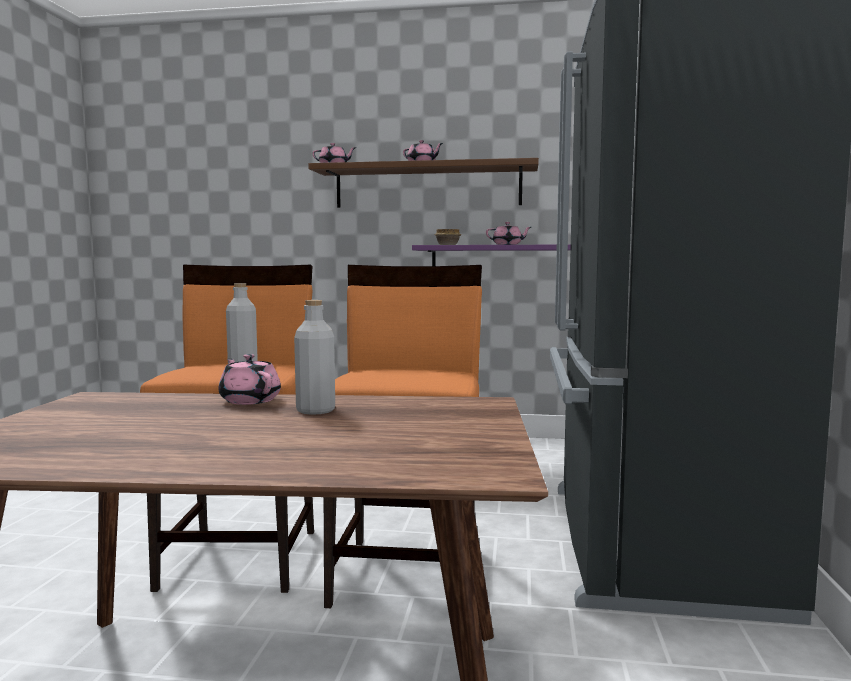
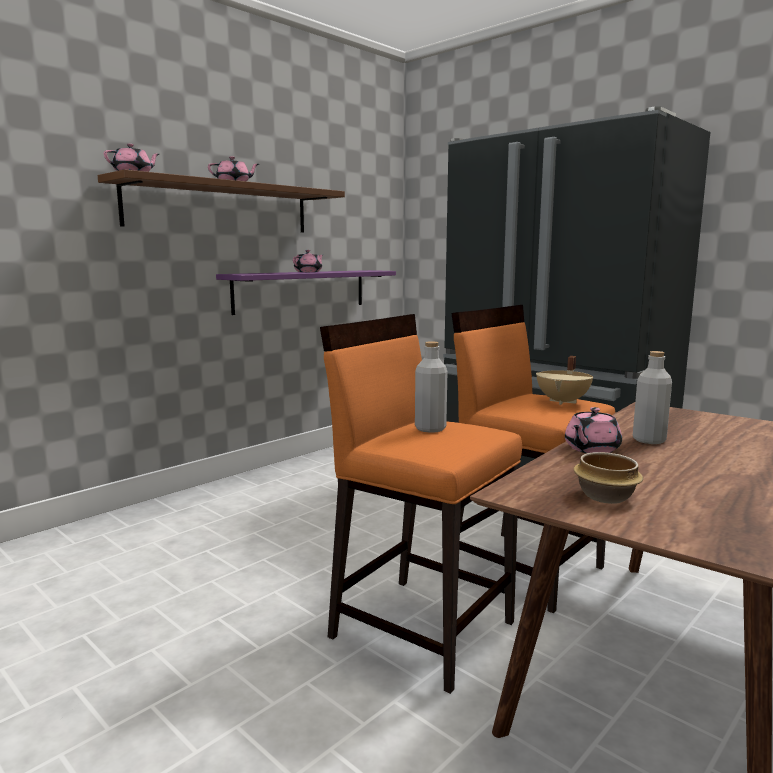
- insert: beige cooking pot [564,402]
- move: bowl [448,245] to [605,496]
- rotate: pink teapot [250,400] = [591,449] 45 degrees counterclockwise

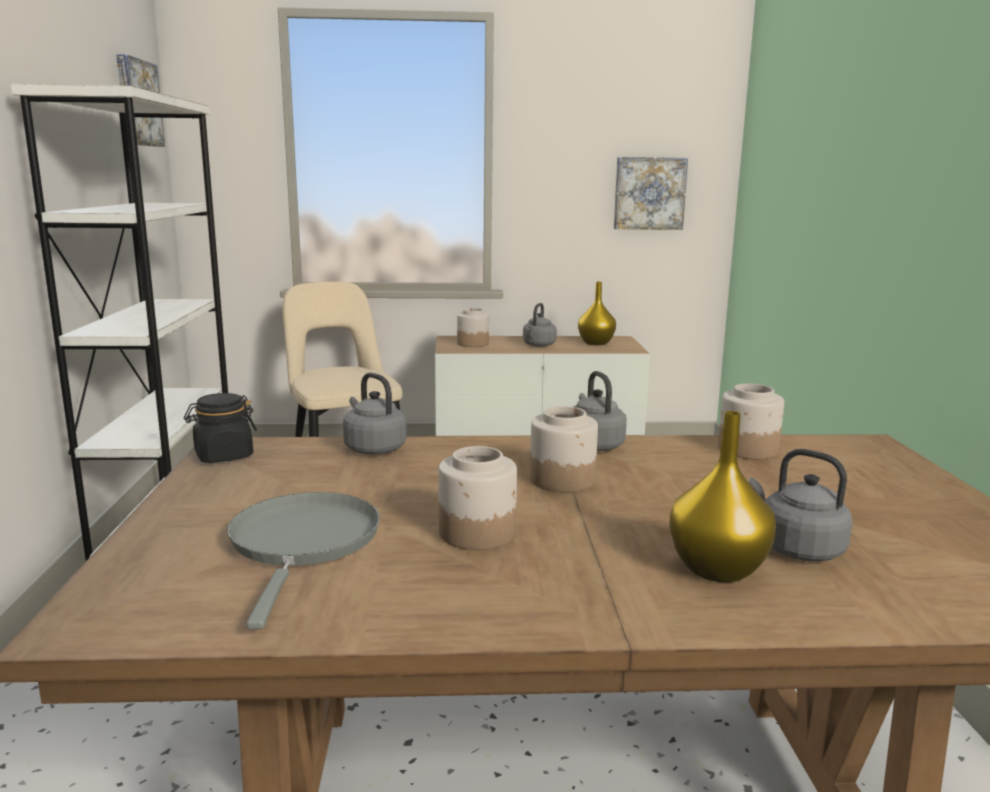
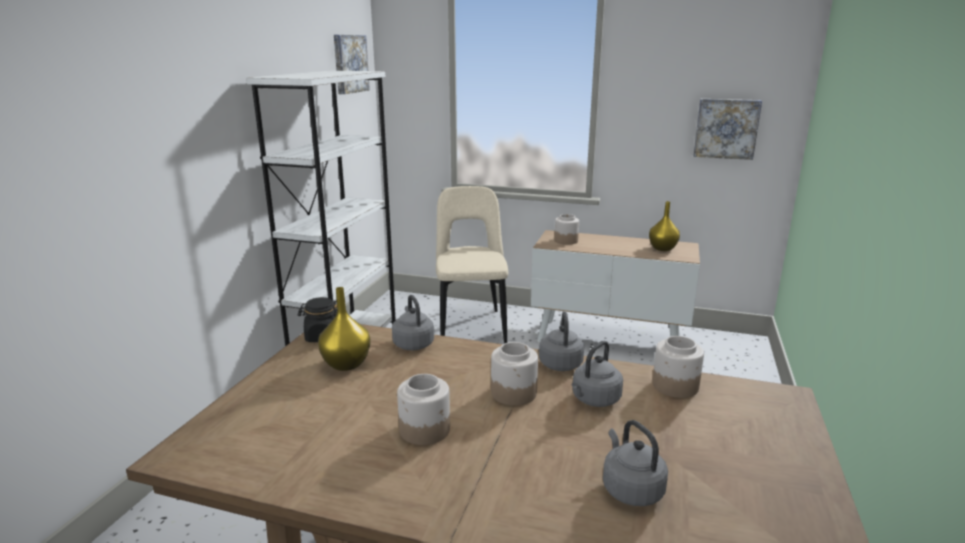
- delete: grey frying pan [303,543]
- move: grey kettle [538,345] to [594,400]
- move: yellow vase [716,570] to [345,364]

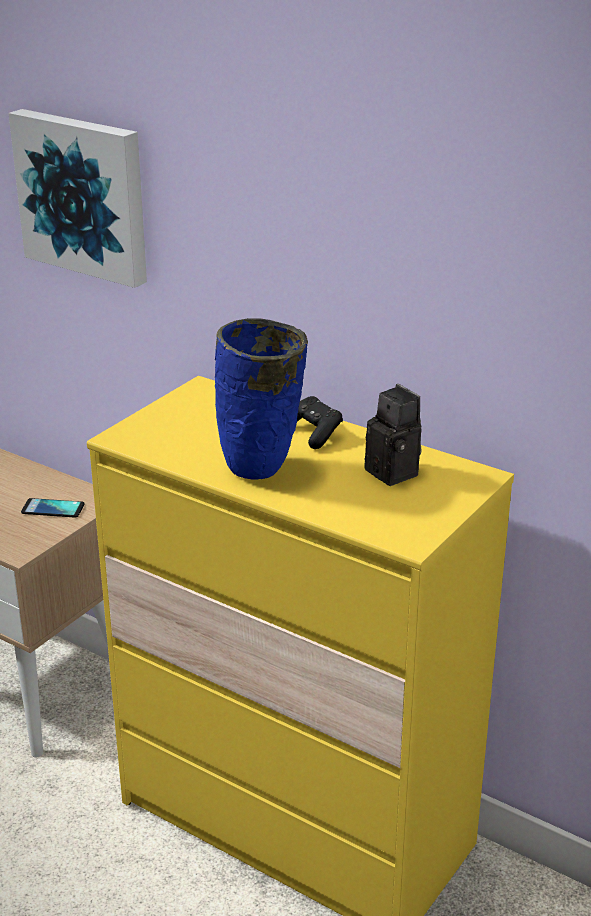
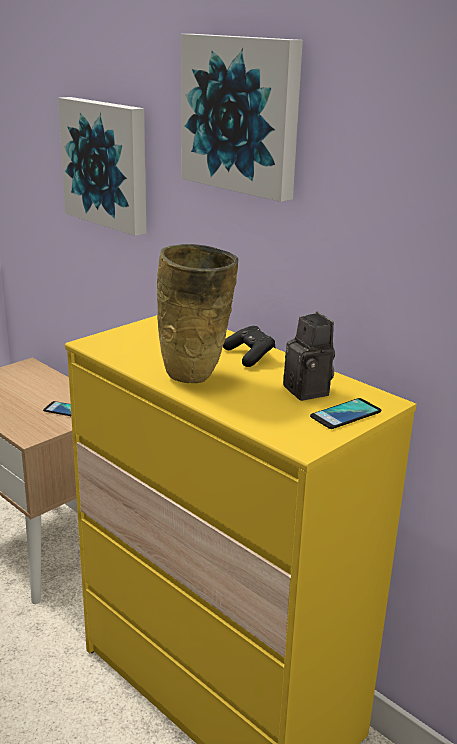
- insert: picture [242,114]
- insert: phone [345,414]
- recolor: blue vase [261,470] to beige vase [195,377]

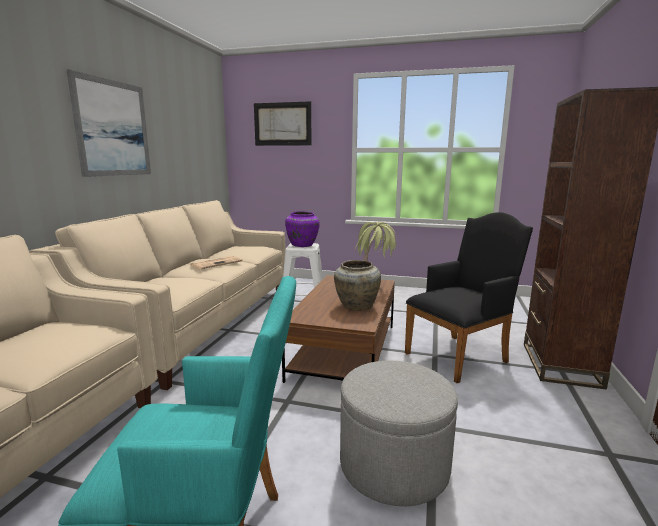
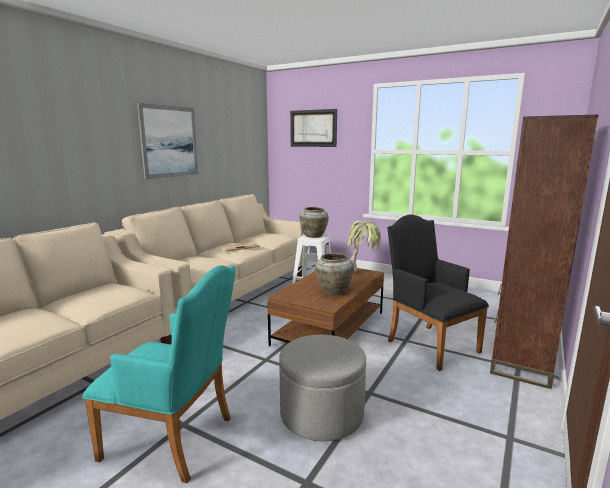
- recolor: purple vase [302,245] to beige vase [313,236]
- rotate: black armchair [460,356] = [428,344] 105 degrees counterclockwise

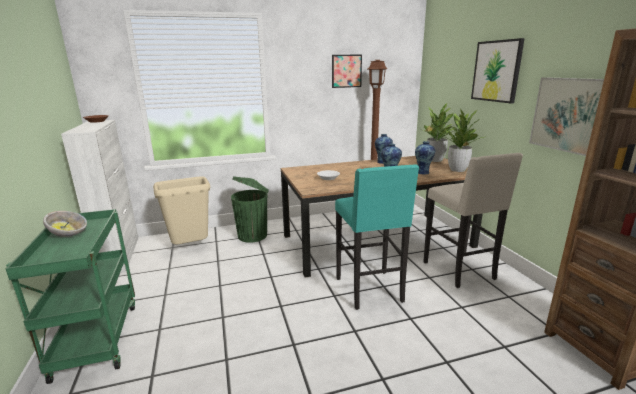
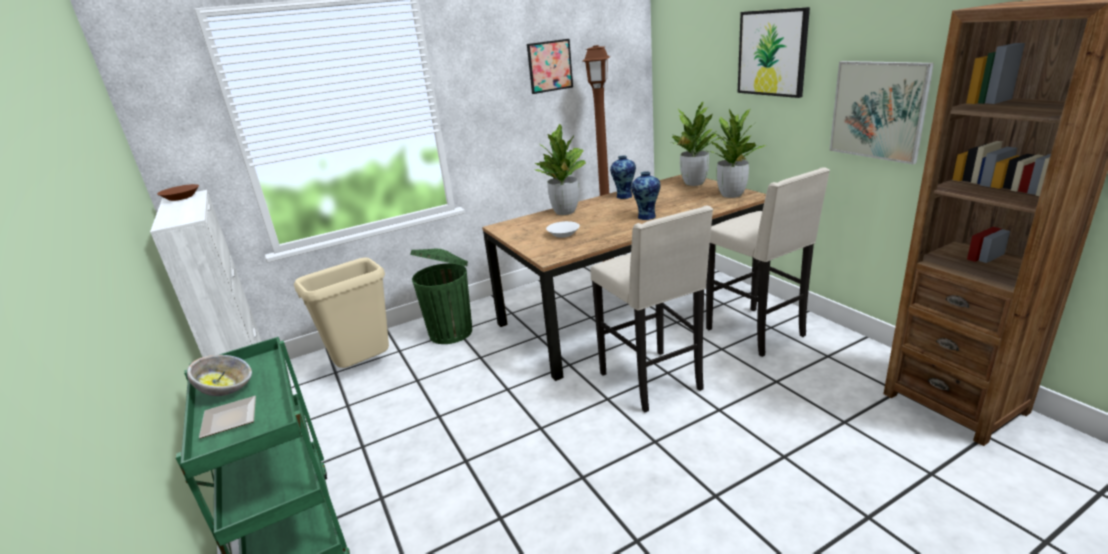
- delete: vase [423,172]
- insert: plate [232,420]
- insert: potted plant [565,212]
- recolor: turquoise stool [370,290] to beige stool [653,382]

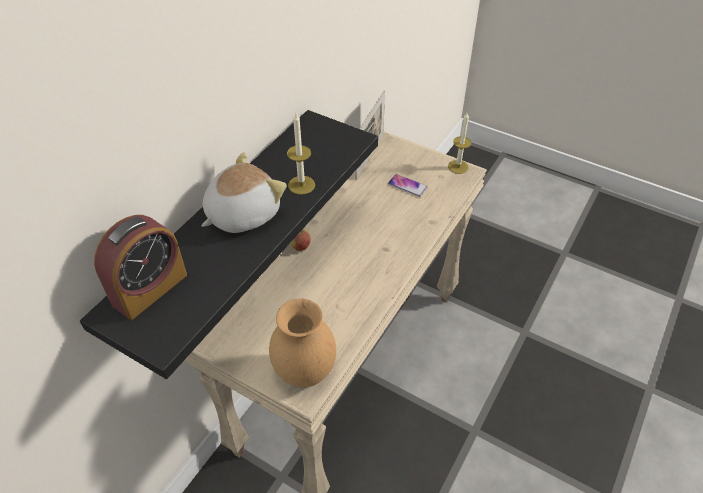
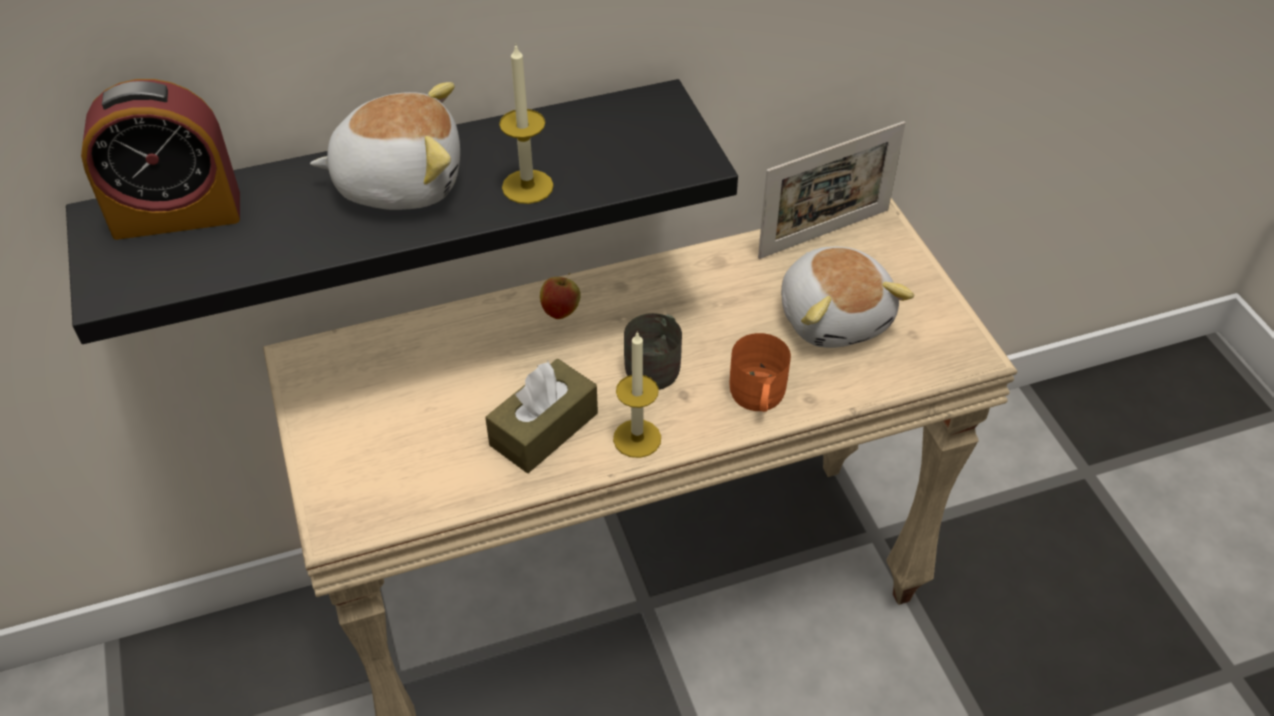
- delete: brown vase [304,372]
- insert: brown tissue box [544,429]
- insert: grey mug [657,365]
- insert: orange mug [757,397]
- move: candle [458,167] to [637,438]
- replace: phone [407,186] to plush toy [835,316]

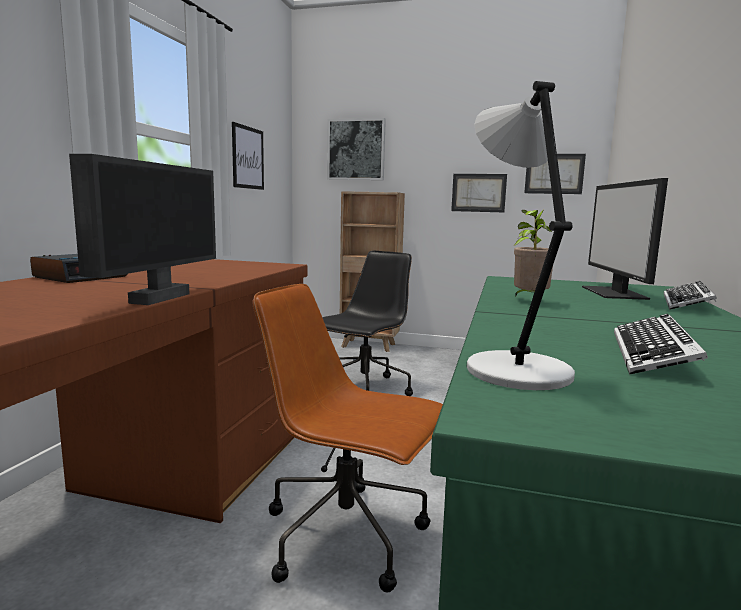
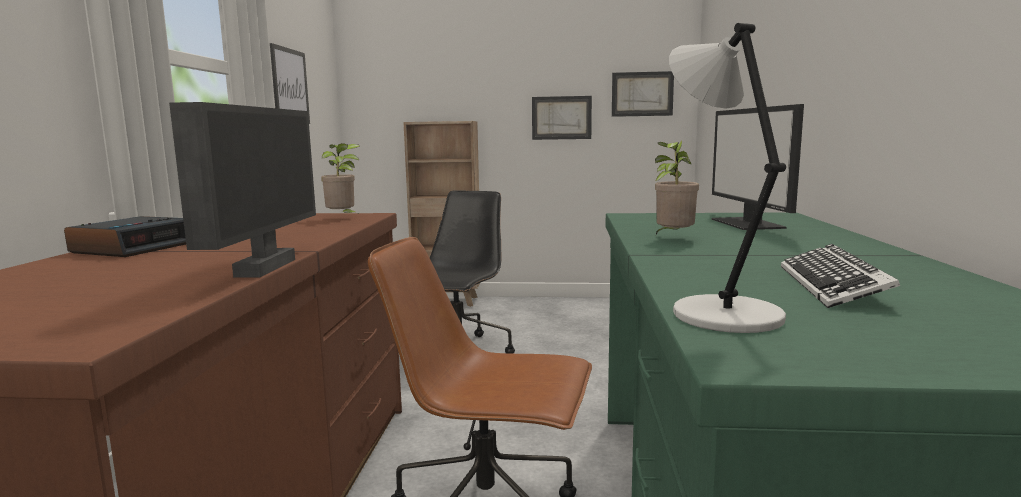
- delete: picture [356,150]
- delete: keyboard [687,303]
- insert: potted plant [343,218]

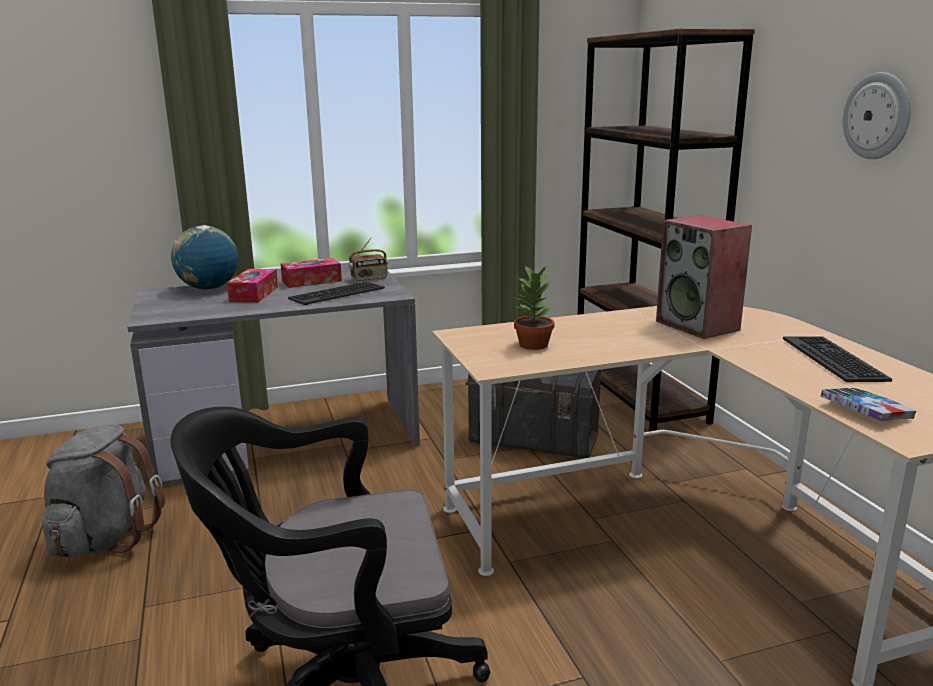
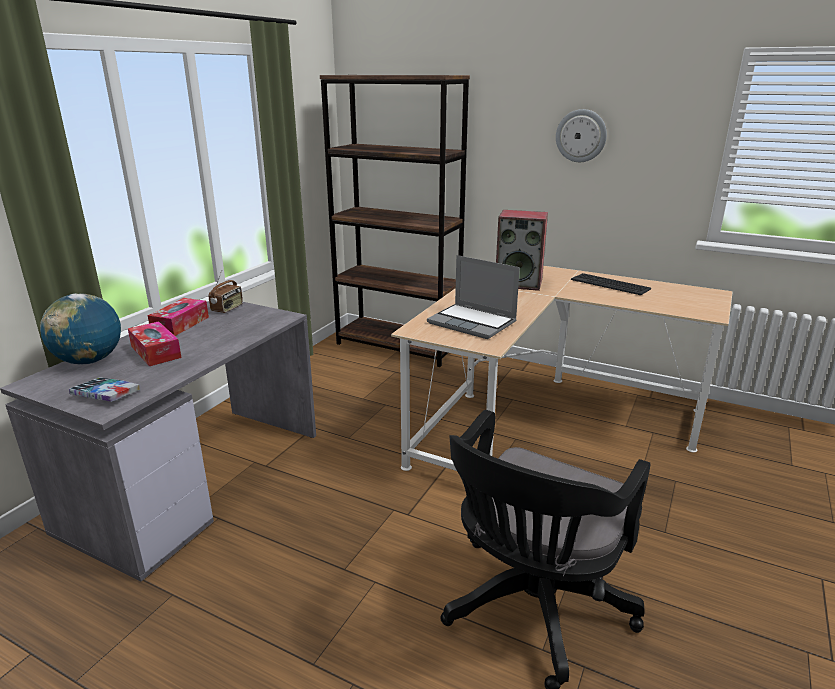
- delete: grey backpack [106,538]
- delete: keyboard [336,294]
- delete: grey storage box [534,439]
- move: book [865,411] to [106,394]
- replace: potted plant [534,345] to laptop [473,323]

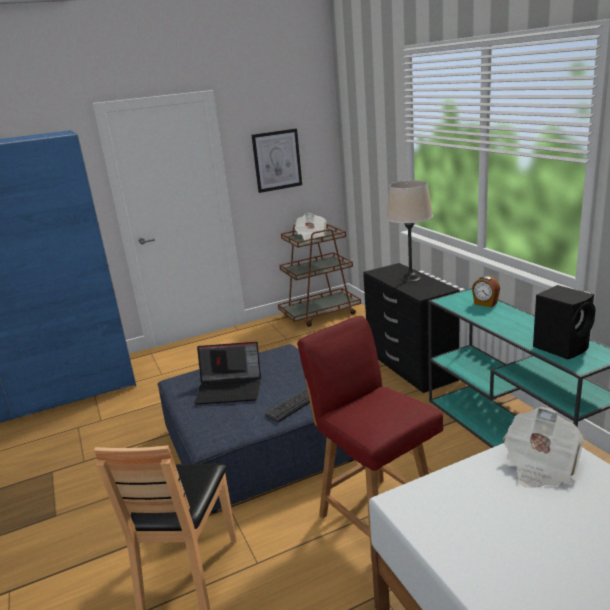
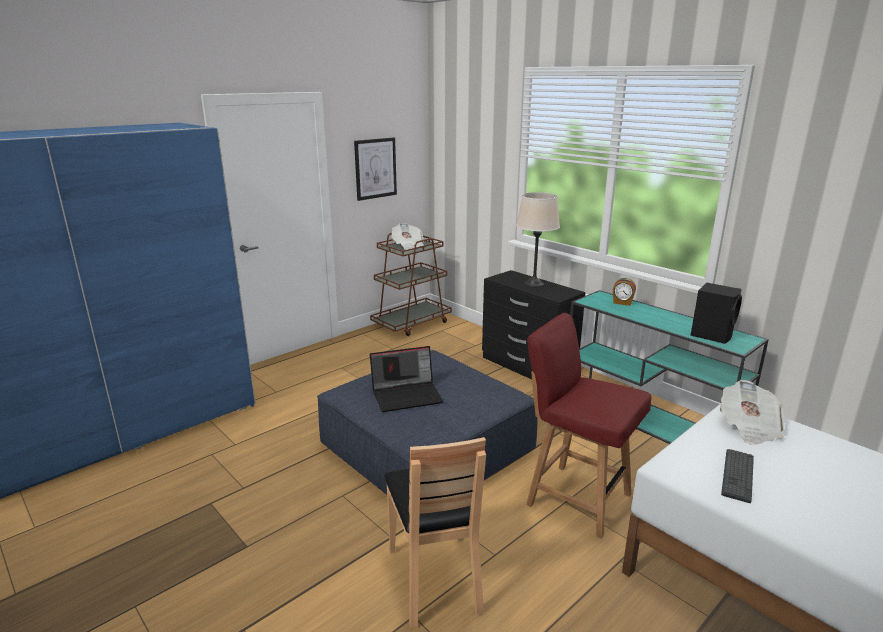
- move: keyboard [293,405] to [737,475]

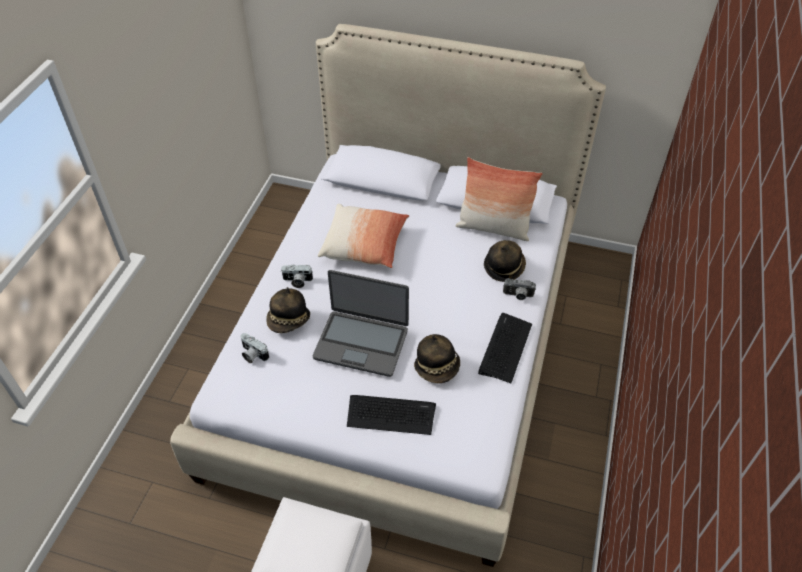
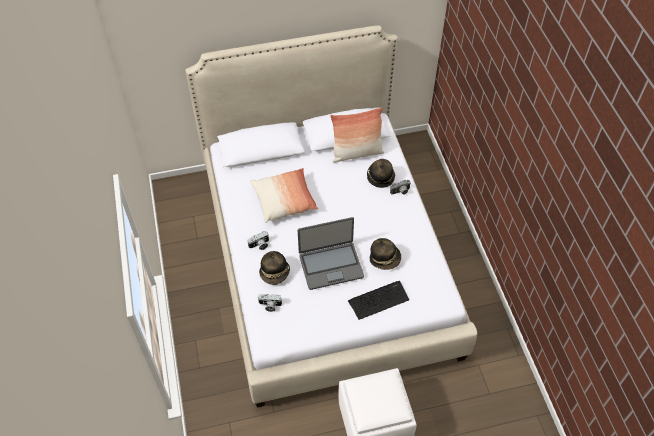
- delete: keyboard [505,348]

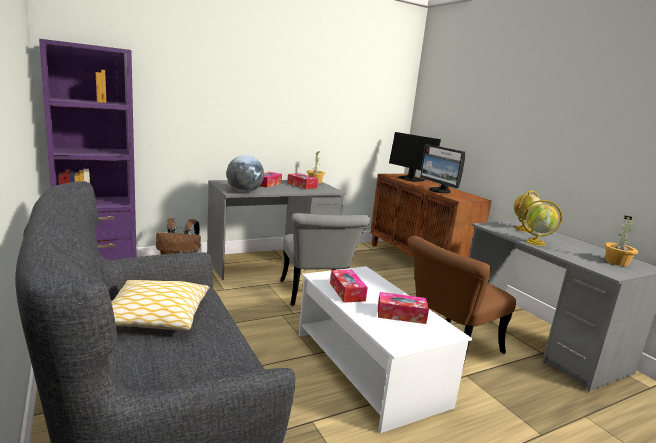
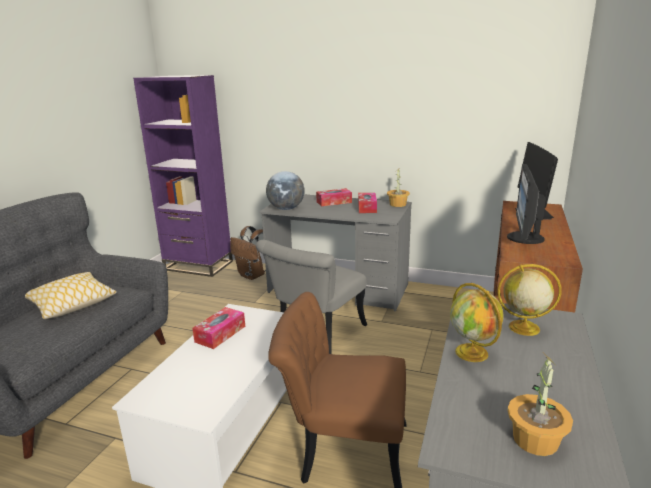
- delete: tissue box [401,314]

